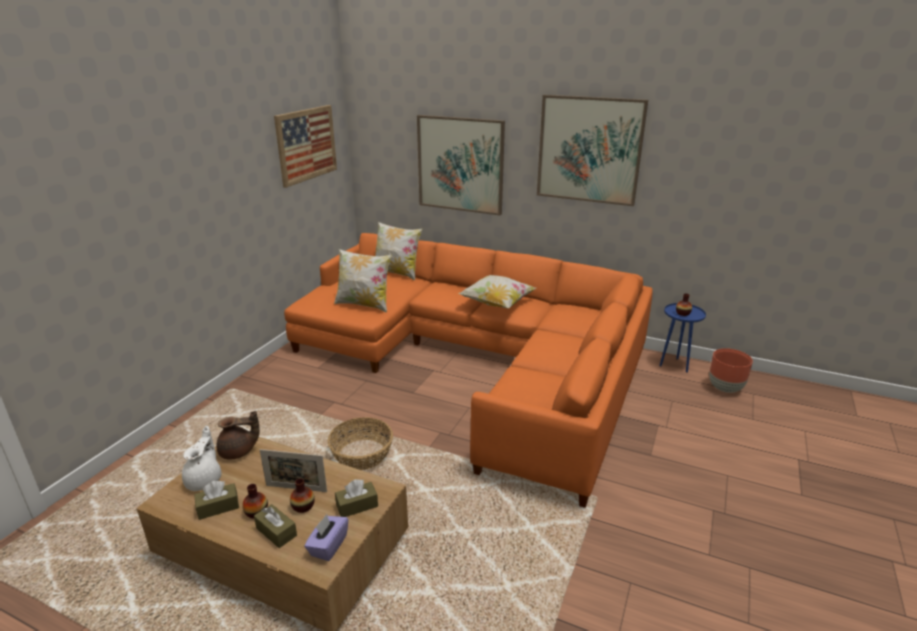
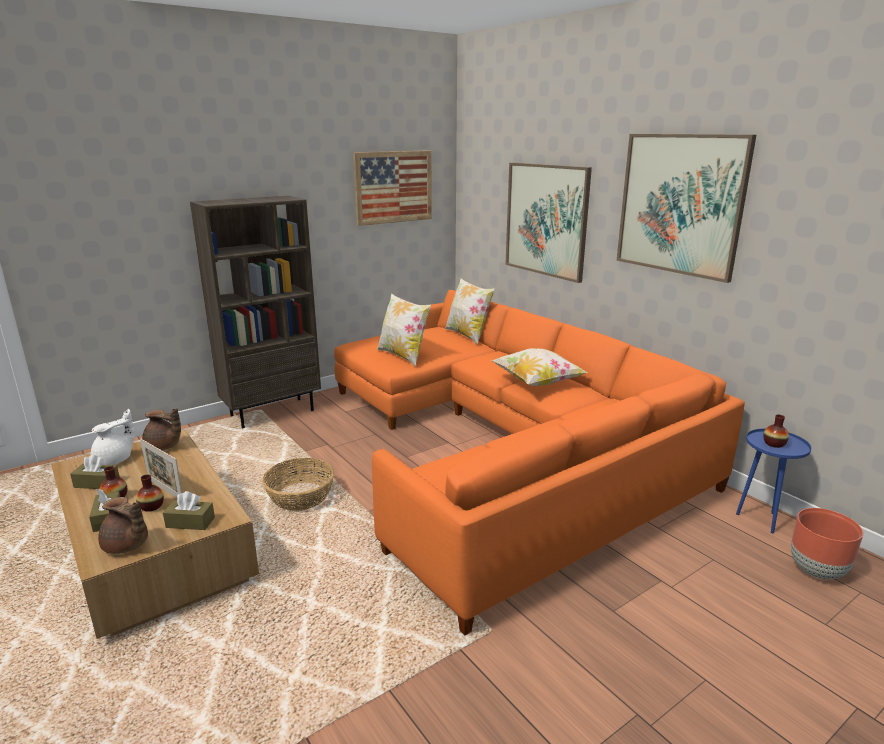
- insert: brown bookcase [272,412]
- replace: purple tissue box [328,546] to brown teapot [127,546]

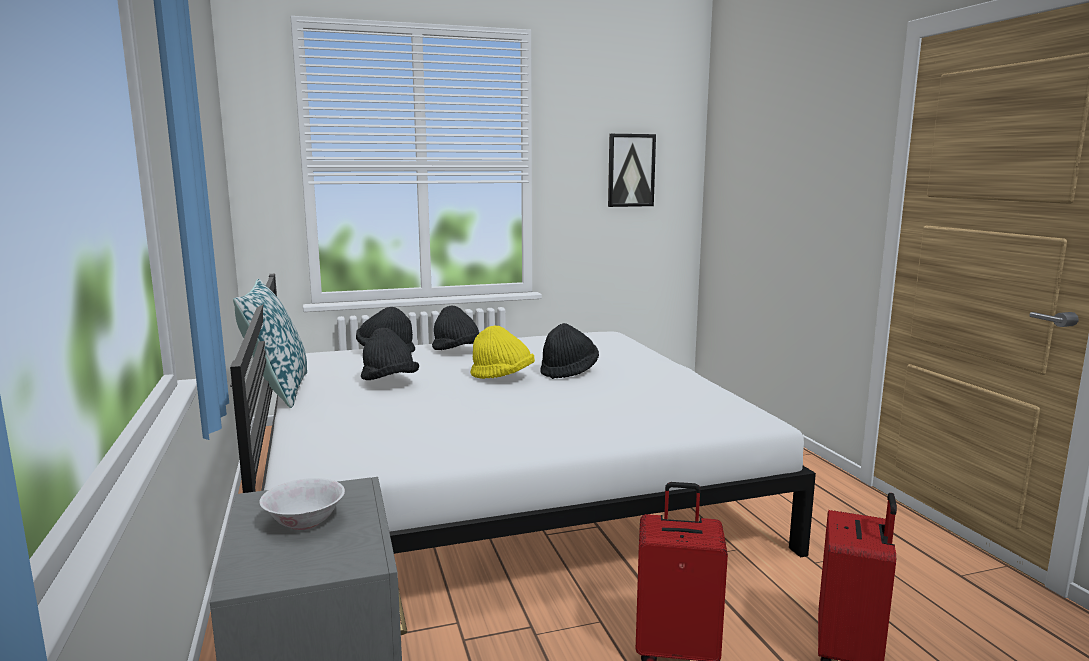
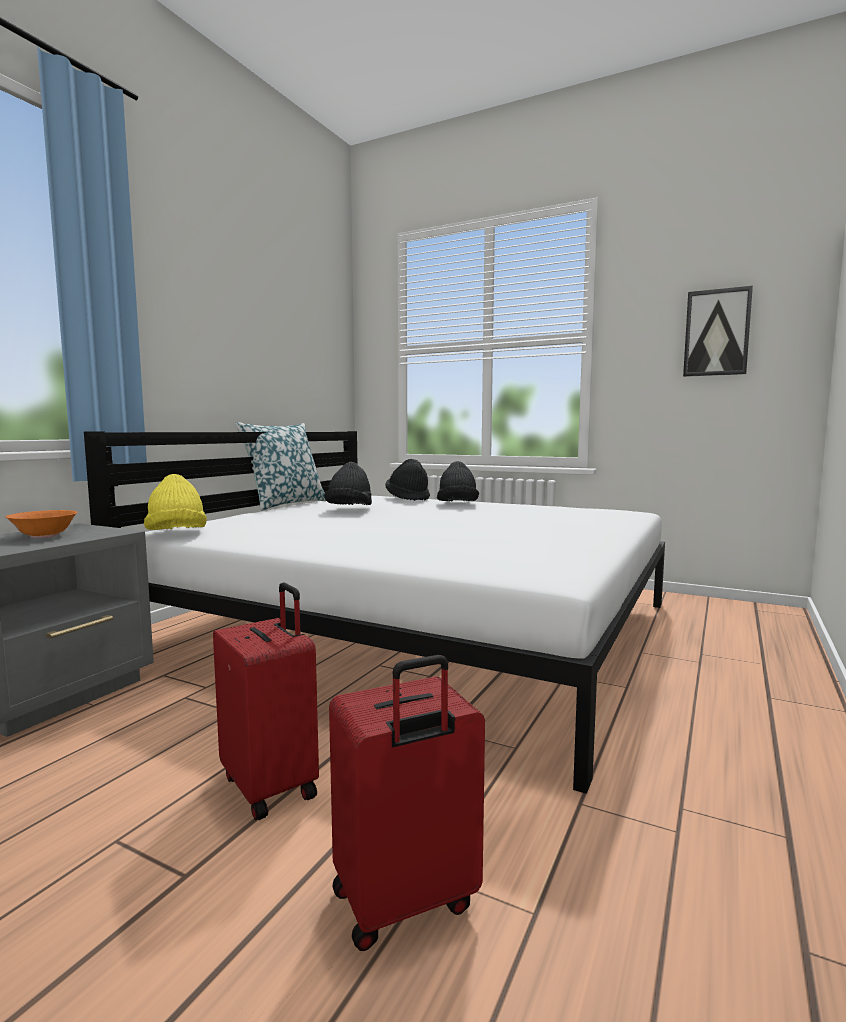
- delete: black hat [569,371]
- move: yellow hat [502,377] to [177,534]
- recolor: white bowl [305,522] to orange bowl [44,536]

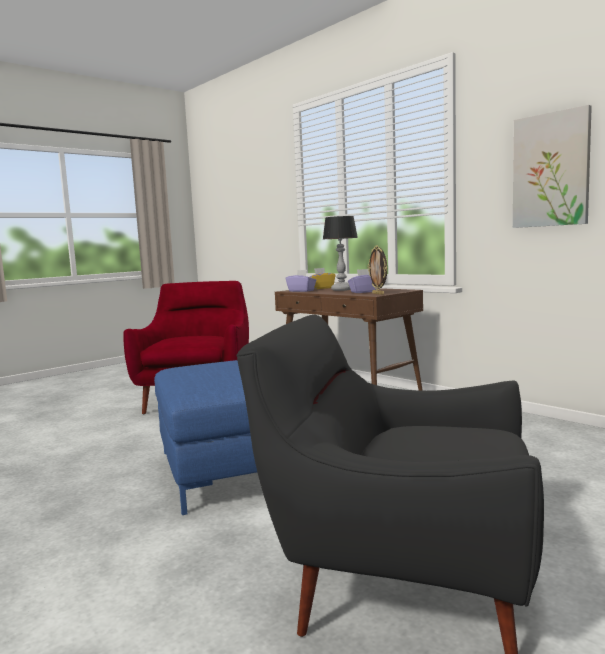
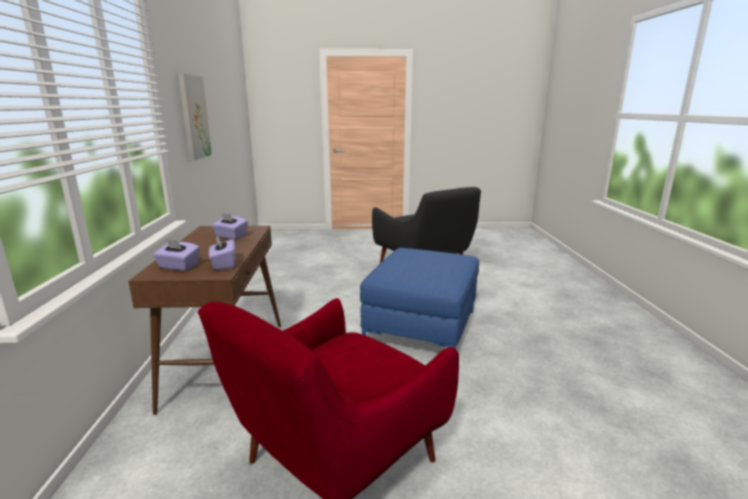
- delete: table lamp [341,290]
- delete: picture frame [378,294]
- recolor: yellow tissue box [321,288] to purple tissue box [178,267]

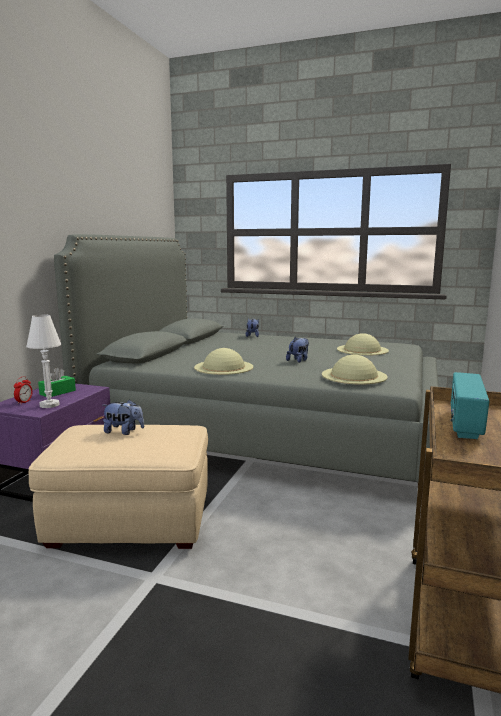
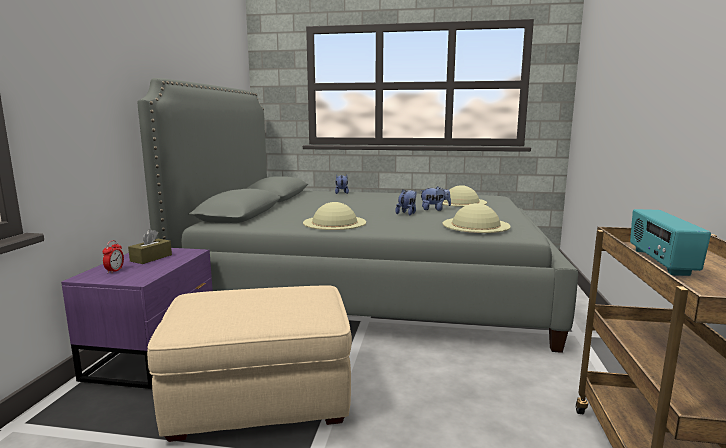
- delete: white table lamp [49,405]
- move: plush toy [124,432] to [434,209]
- recolor: green tissue box [57,392] to brown tissue box [151,258]

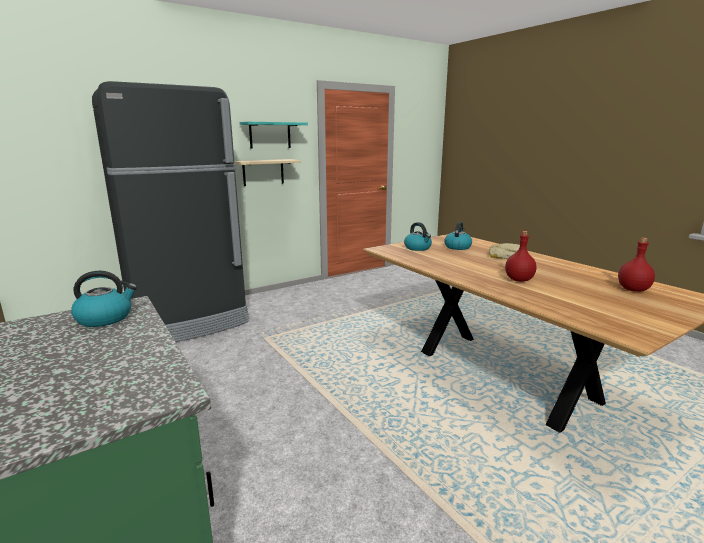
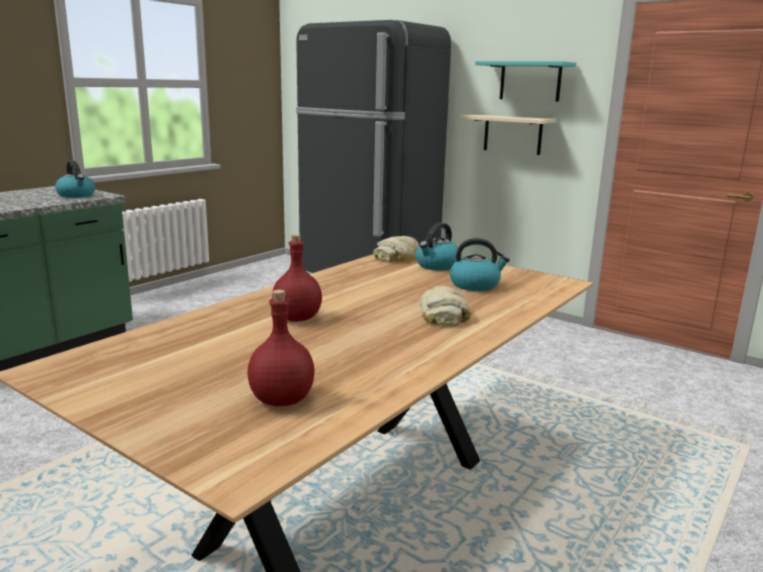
- insert: bread [398,256]

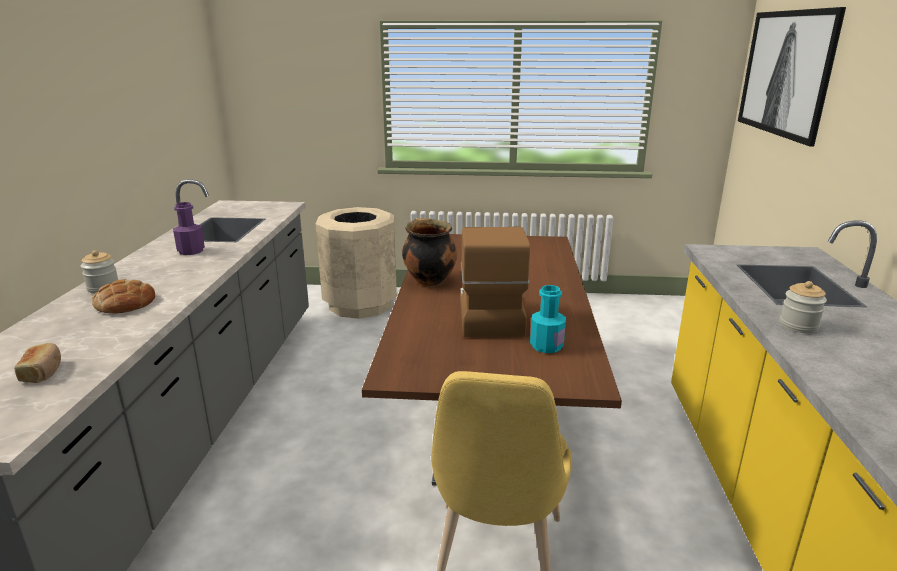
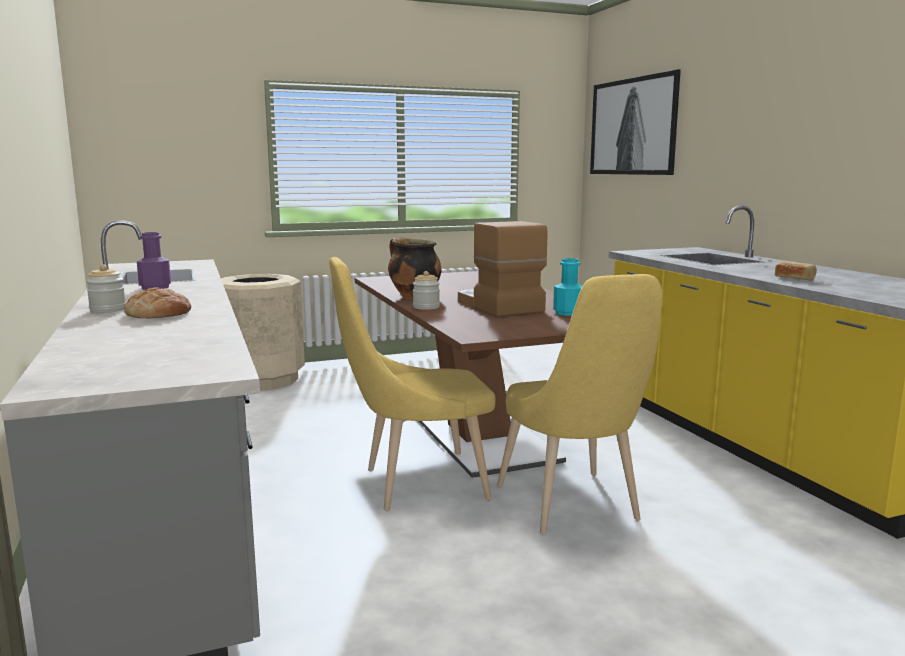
- insert: yellow chair [416,485]
- move: bread [43,372] to [794,279]
- move: jar [798,326] to [426,307]

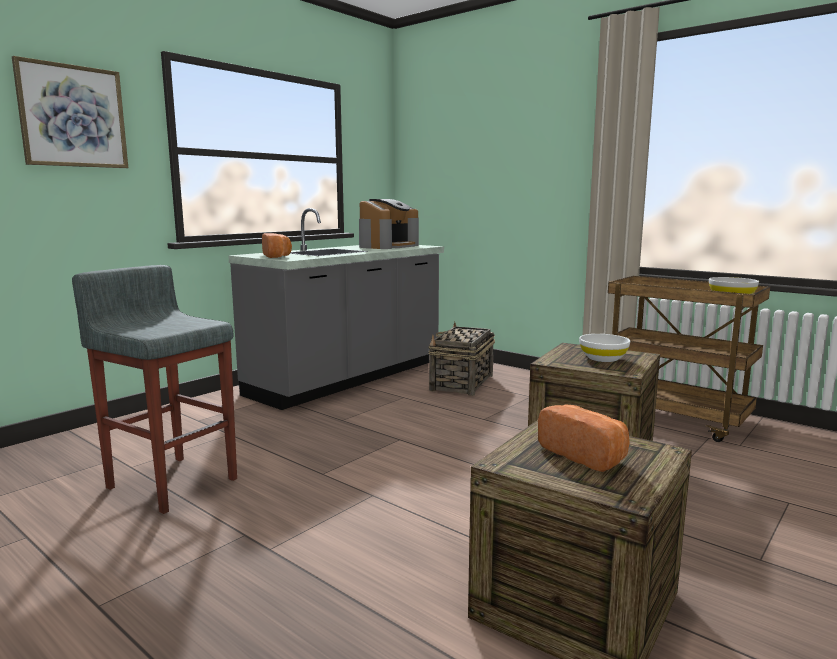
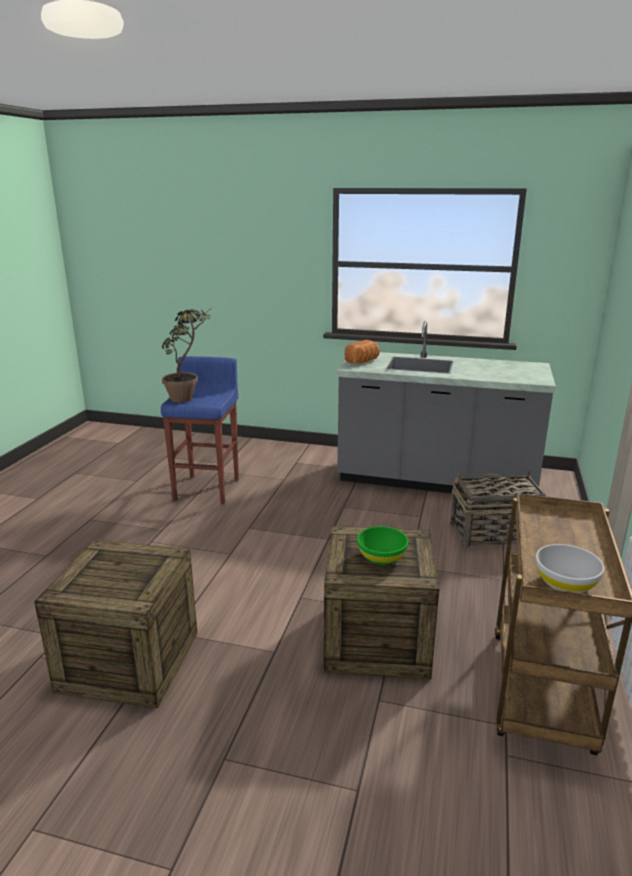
- delete: picture [73,116]
- delete: coffee machine [388,246]
- delete: bread [585,455]
- insert: potted plant [188,397]
- recolor: grey stool [172,482] to blue stool [208,489]
- recolor: white bowl [603,359] to green bowl [381,557]

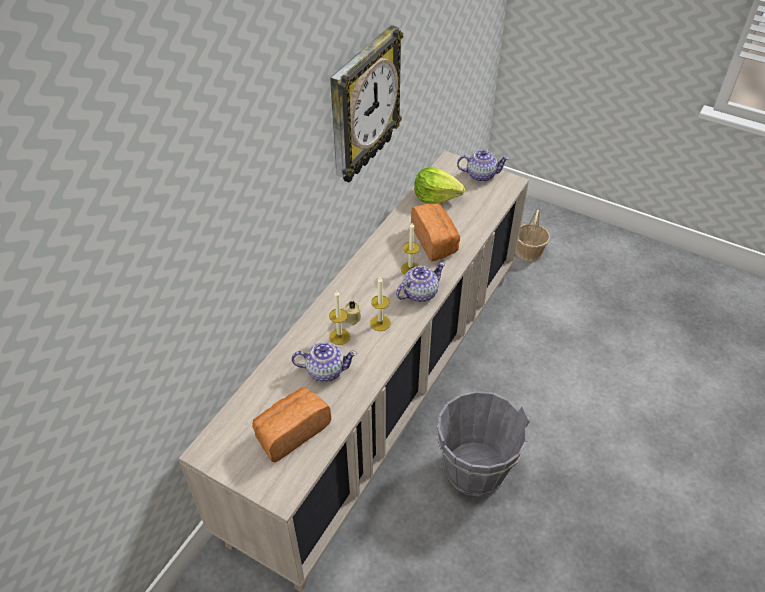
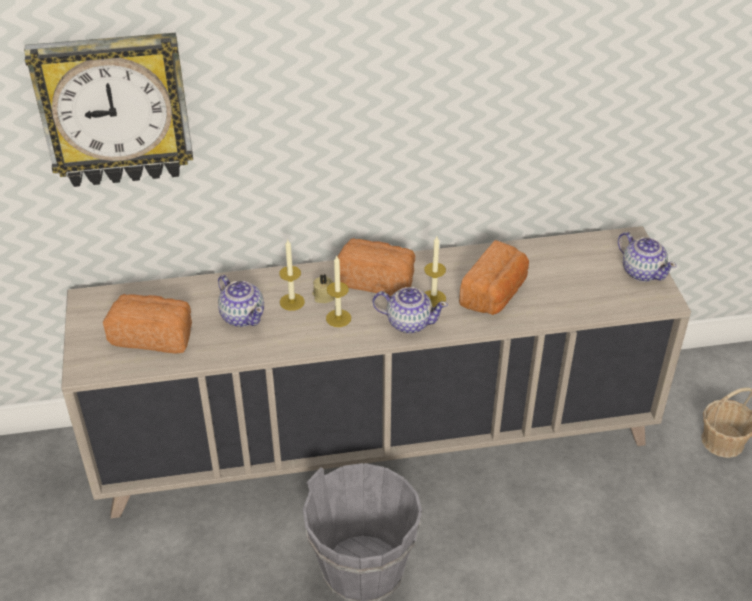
- delete: lettuce [436,196]
- insert: bread [377,280]
- move: wall clock [362,107] to [114,110]

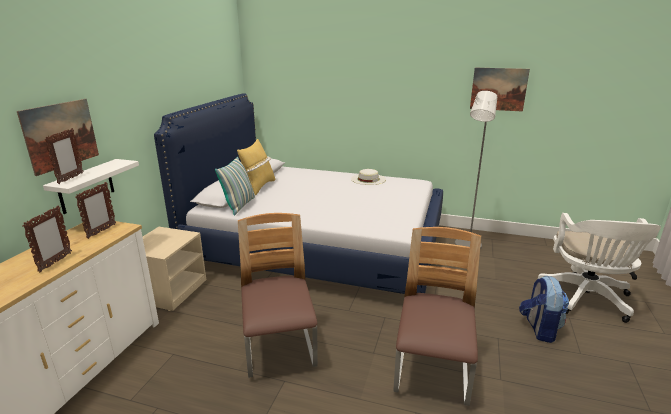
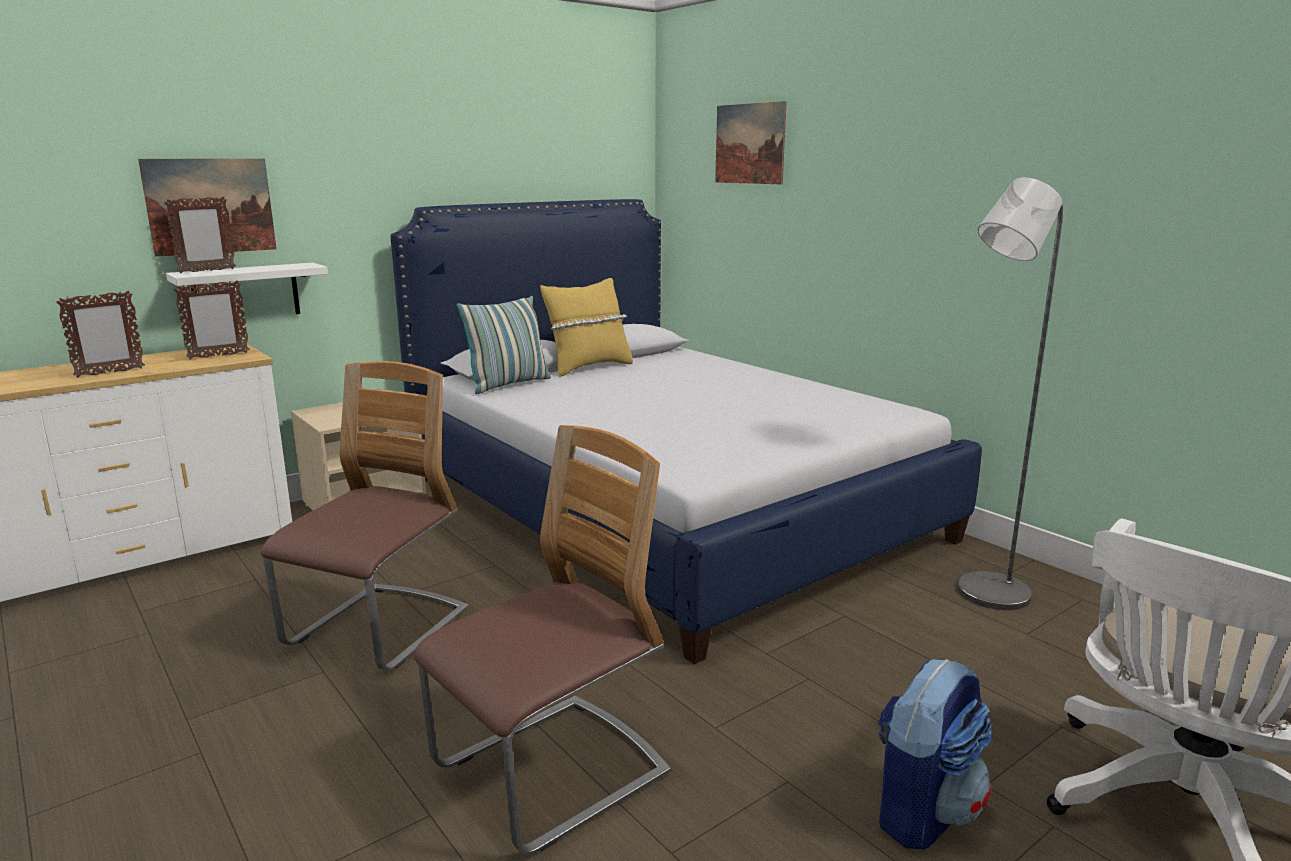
- delete: white hat [368,179]
- move: picture [498,89] to [749,144]

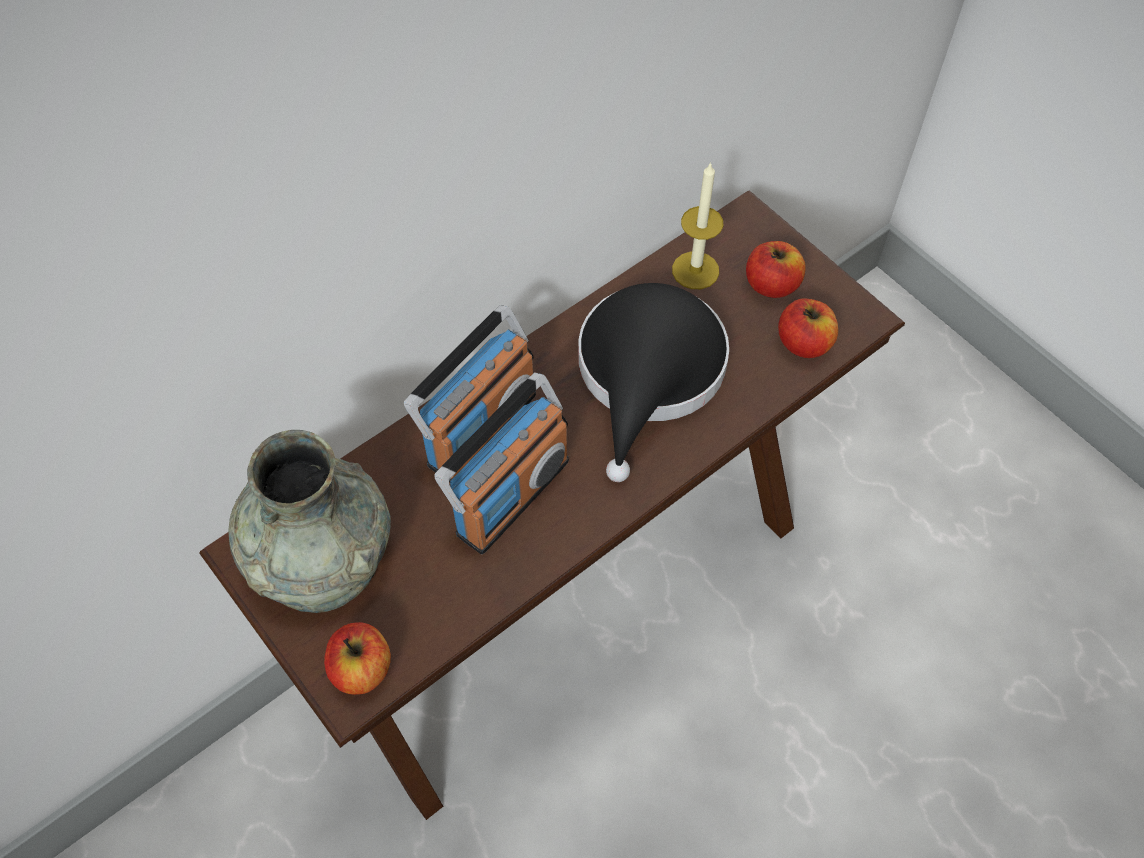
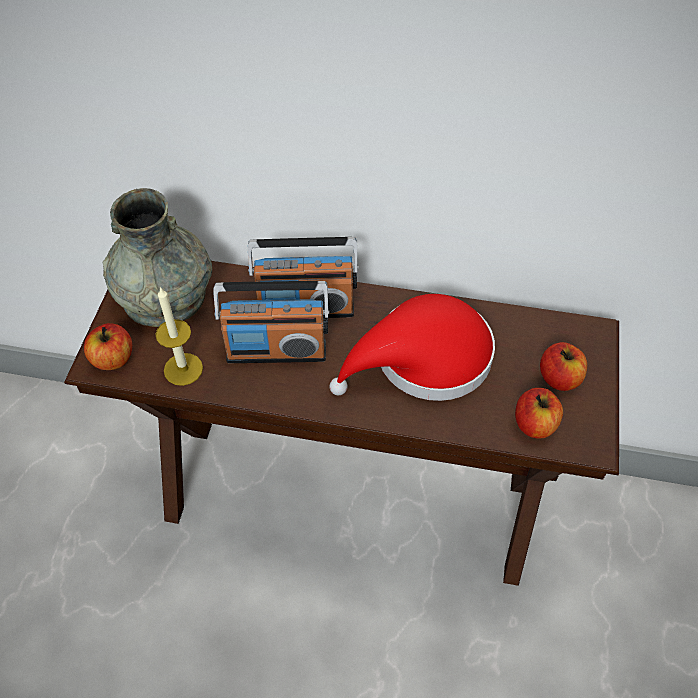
- move: candle [695,270] to [183,369]
- recolor: black hat [649,374] to red hat [423,359]

